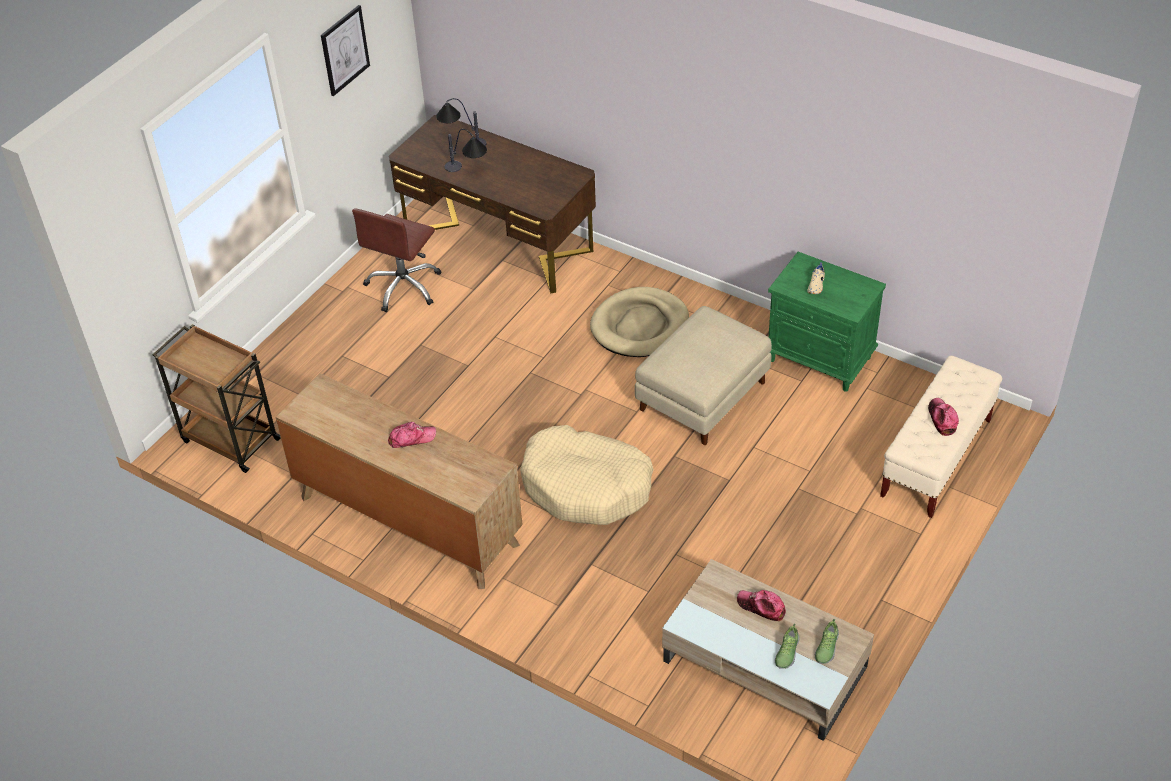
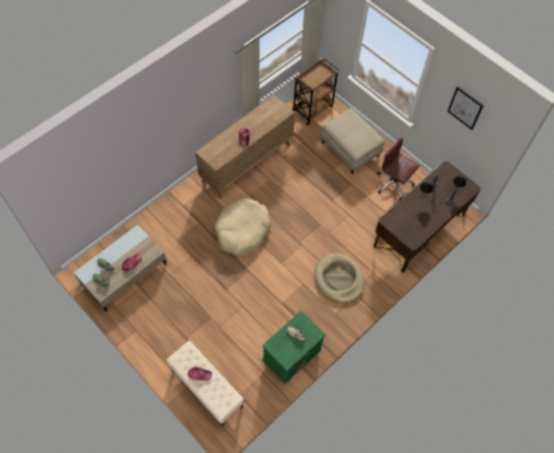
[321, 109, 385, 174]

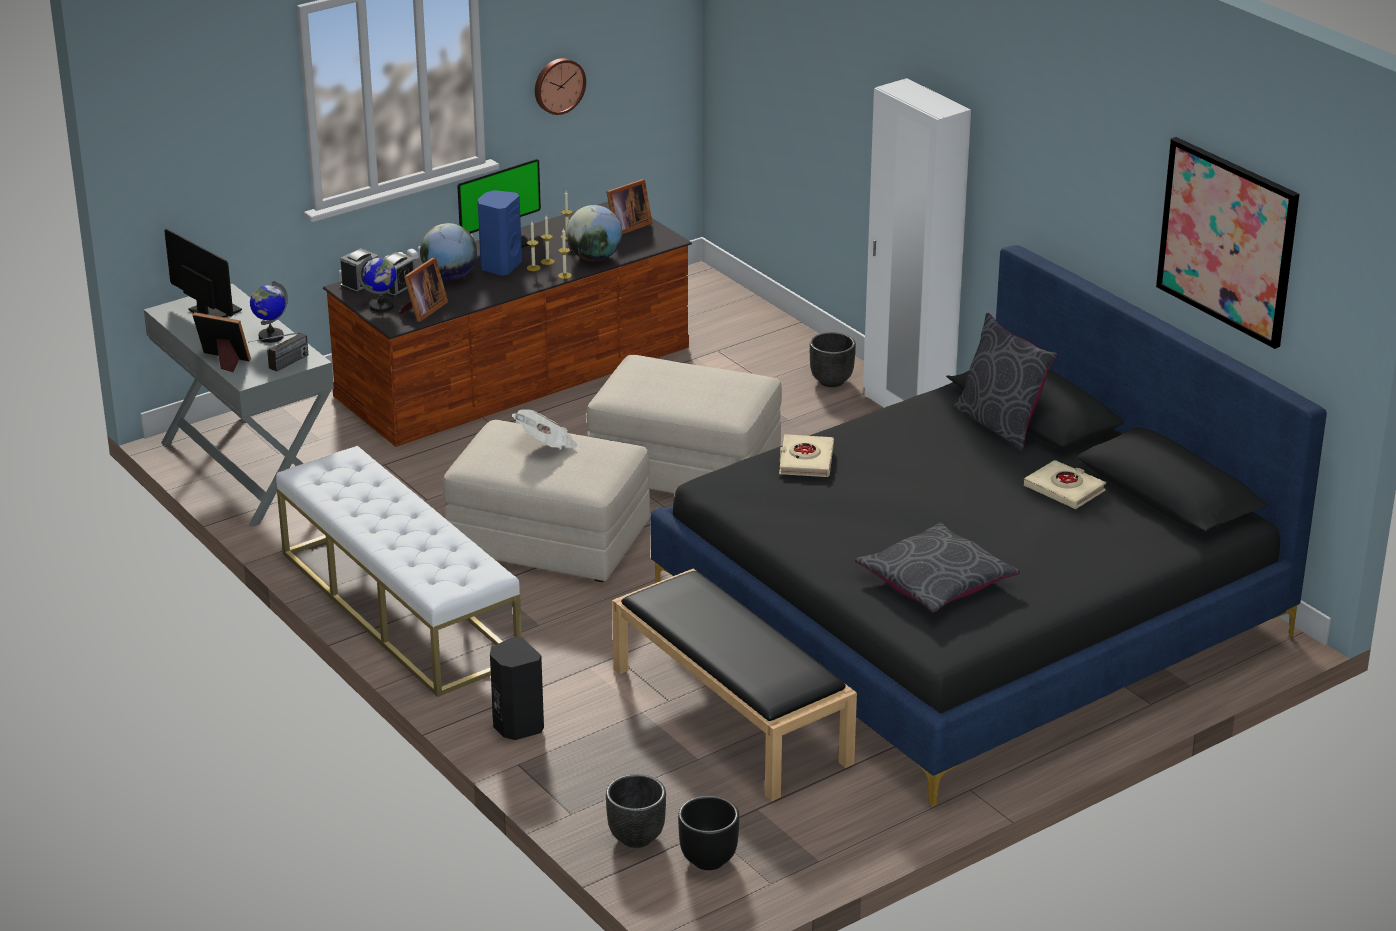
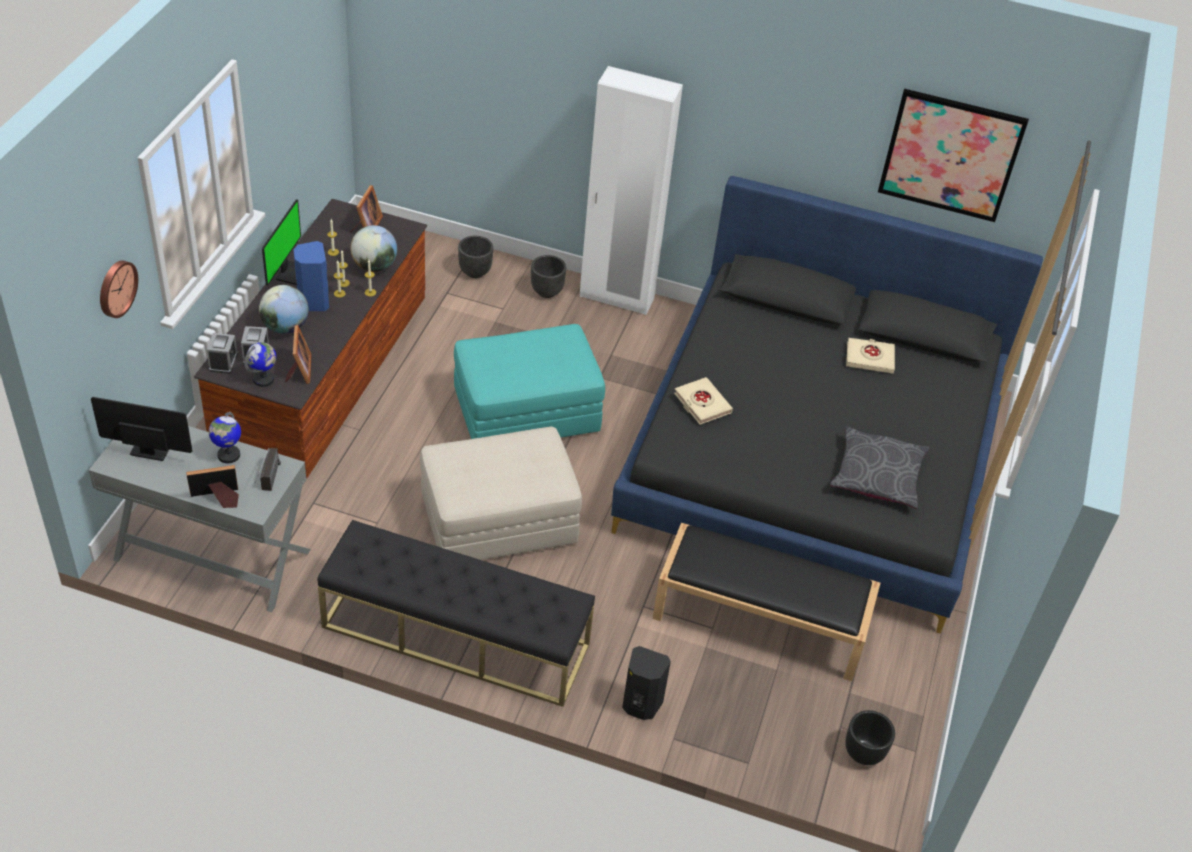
[512, 409, 581, 449] (first image)
[953, 313, 1057, 452] (first image)
[100, 260, 138, 318]
[458, 236, 493, 278]
[317, 520, 595, 707]
[454, 324, 605, 439]

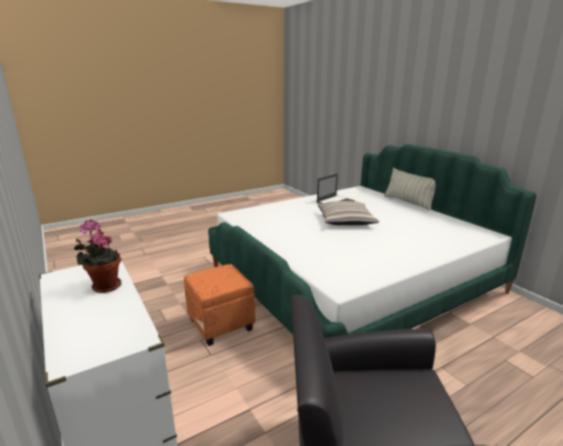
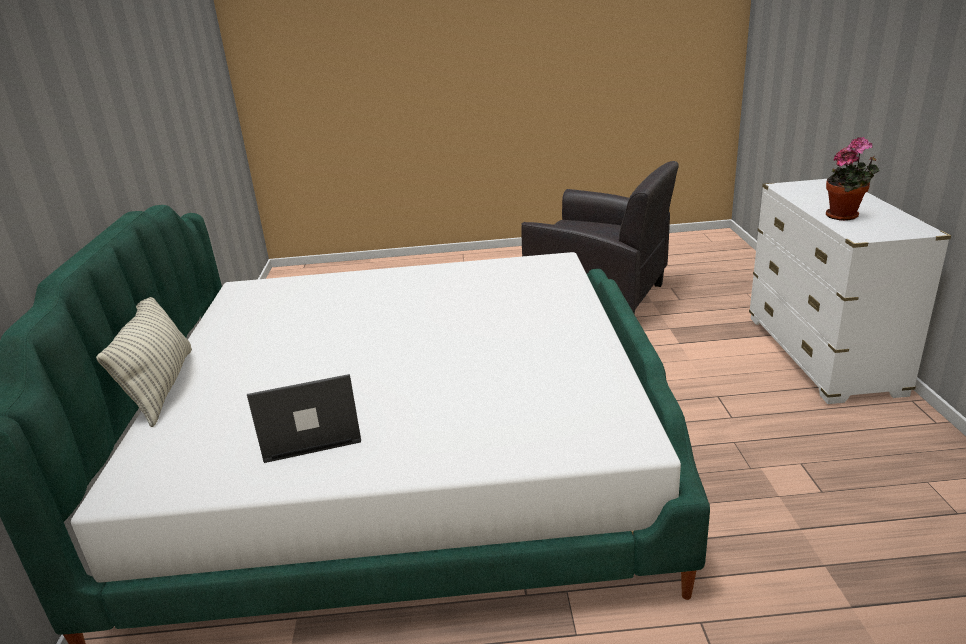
[184, 264, 255, 346] (first image)
[318, 201, 379, 225] (first image)

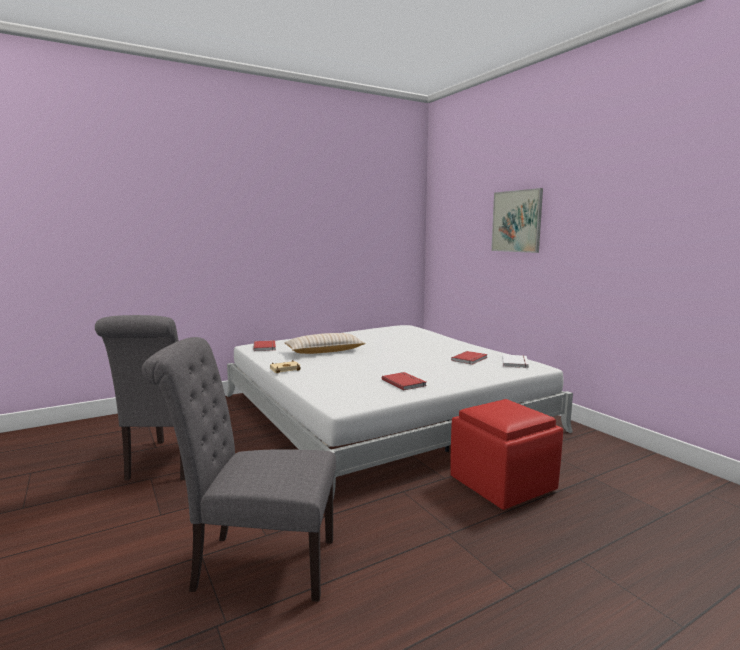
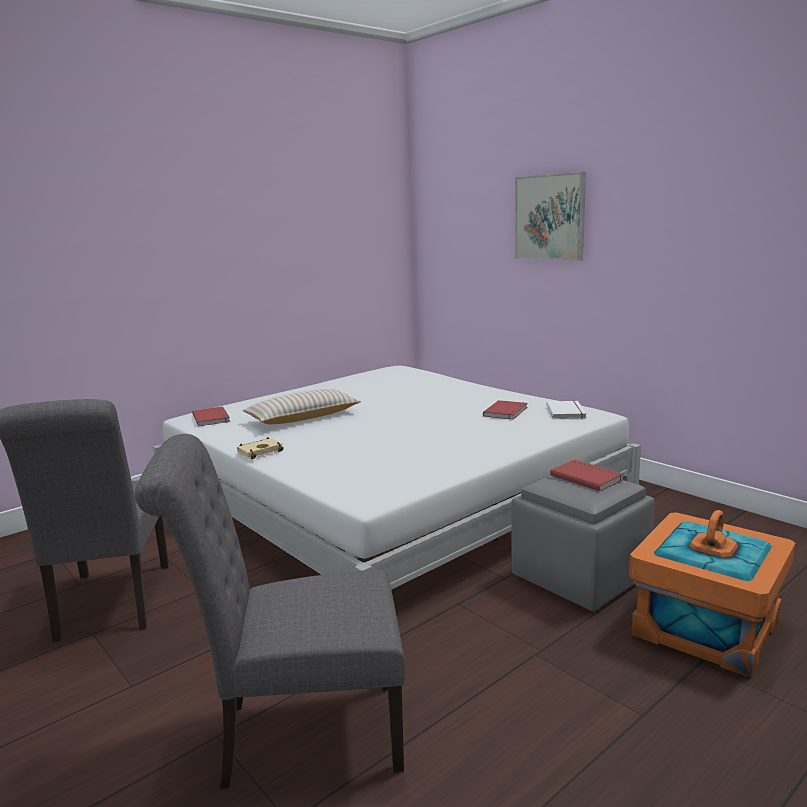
[629, 510, 795, 678]
[550, 459, 624, 491]
[511, 476, 655, 611]

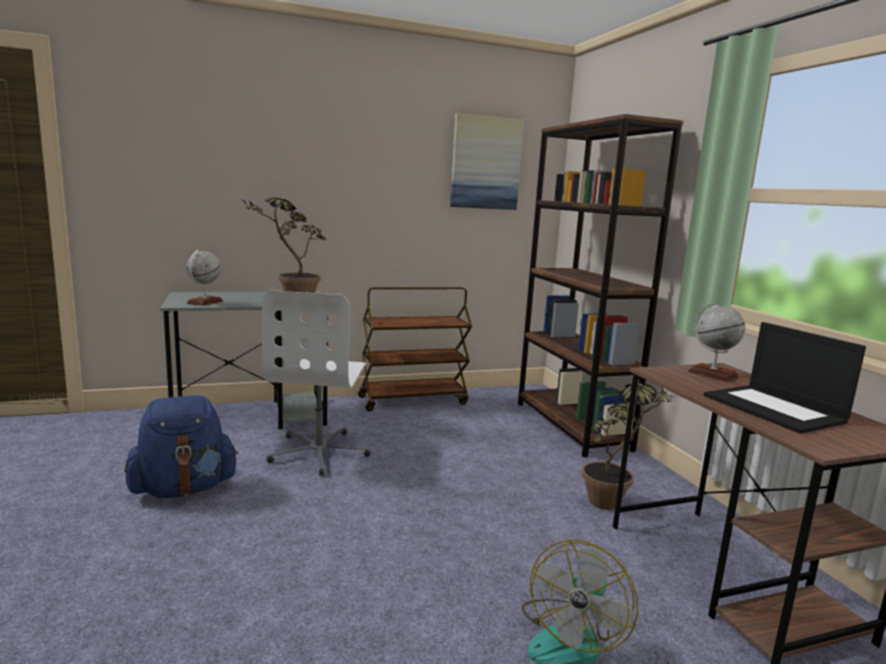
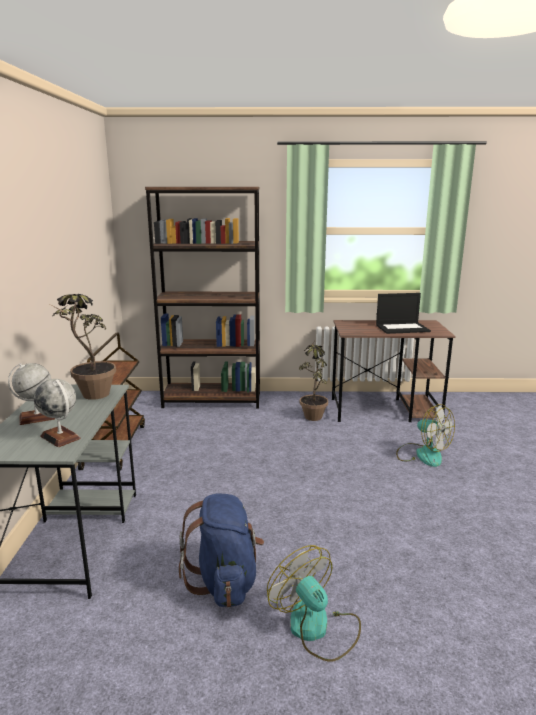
[262, 290, 370, 476] (first image)
[450, 113, 524, 210] (first image)
[267, 545, 361, 662]
[8, 363, 55, 425]

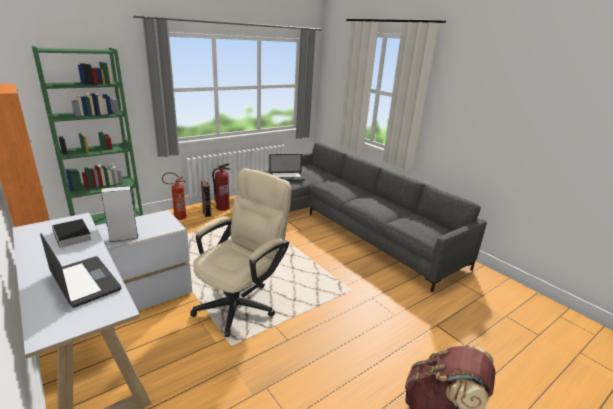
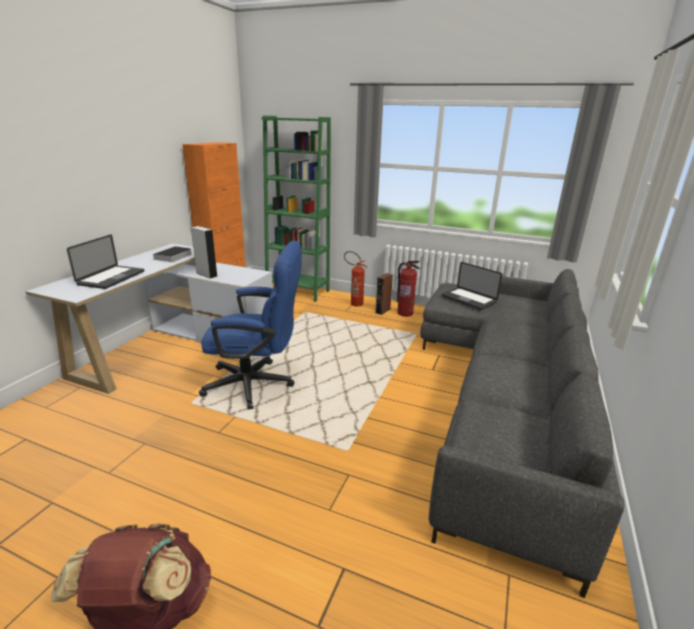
[199, 241, 302, 409]

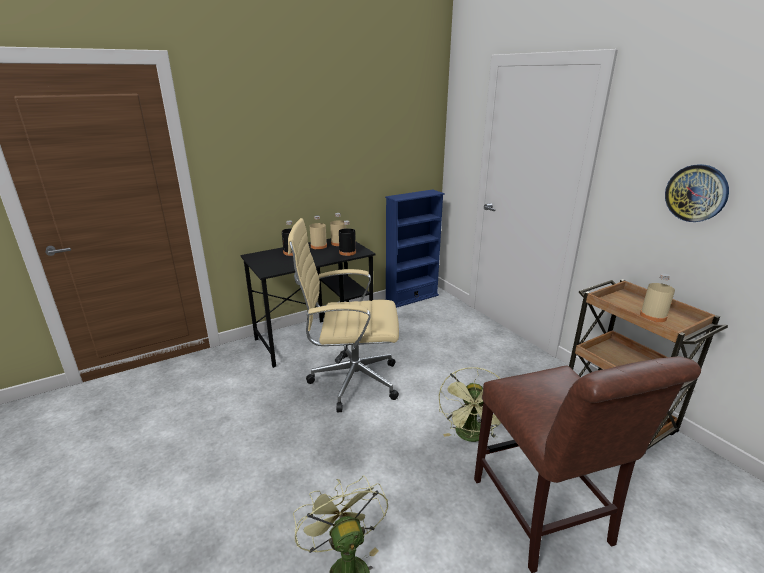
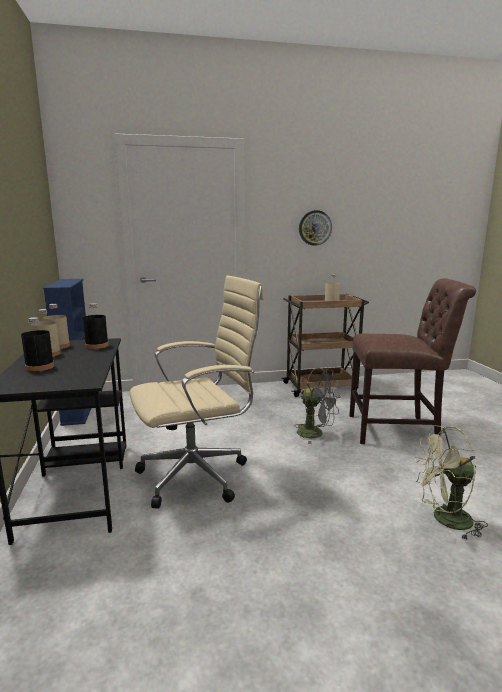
[294, 368, 340, 444]
[129, 275, 264, 509]

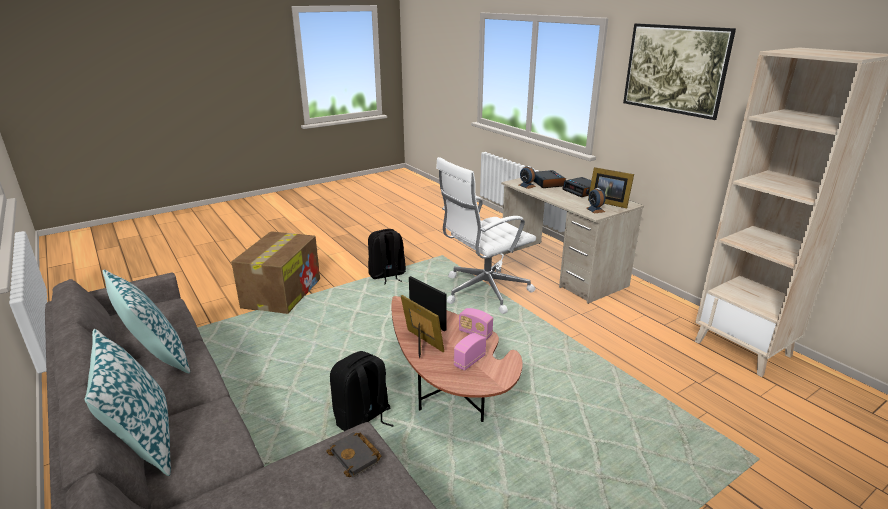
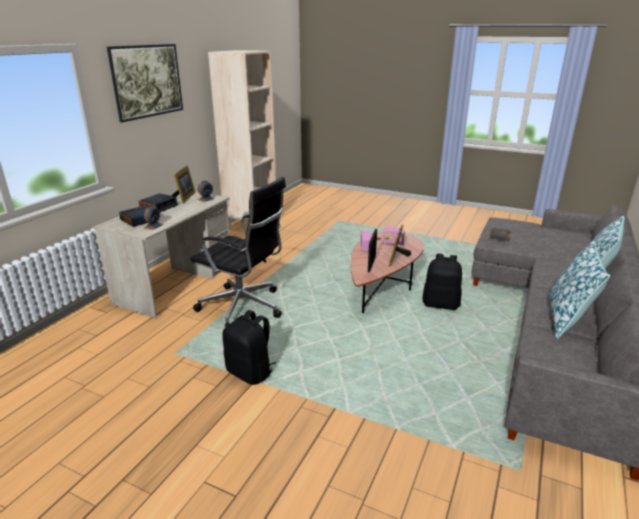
[231, 231, 320, 314] (first image)
[190, 177, 286, 328]

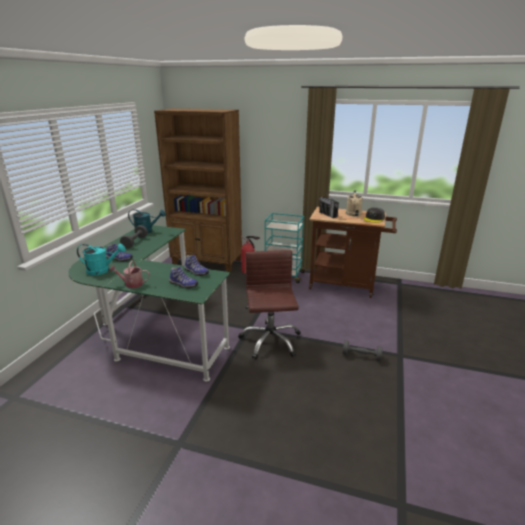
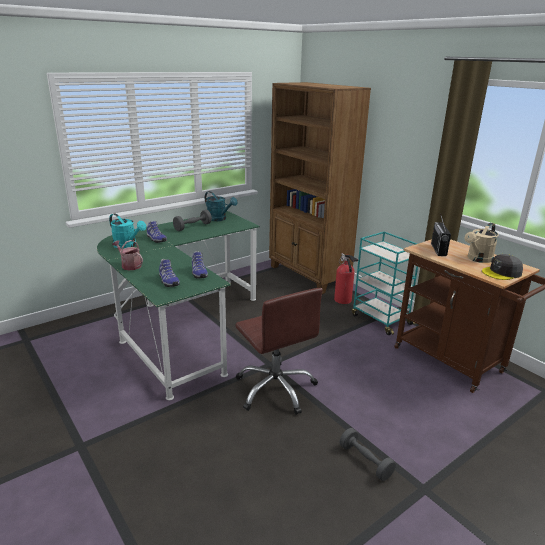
[235, 288, 323, 415]

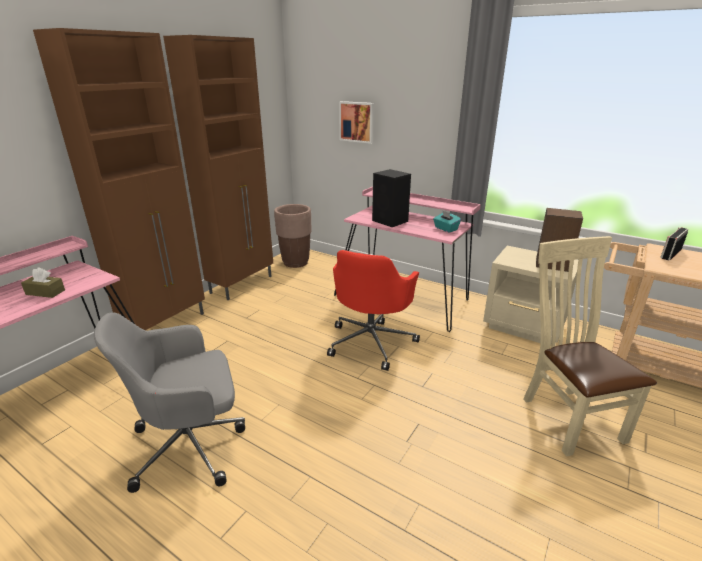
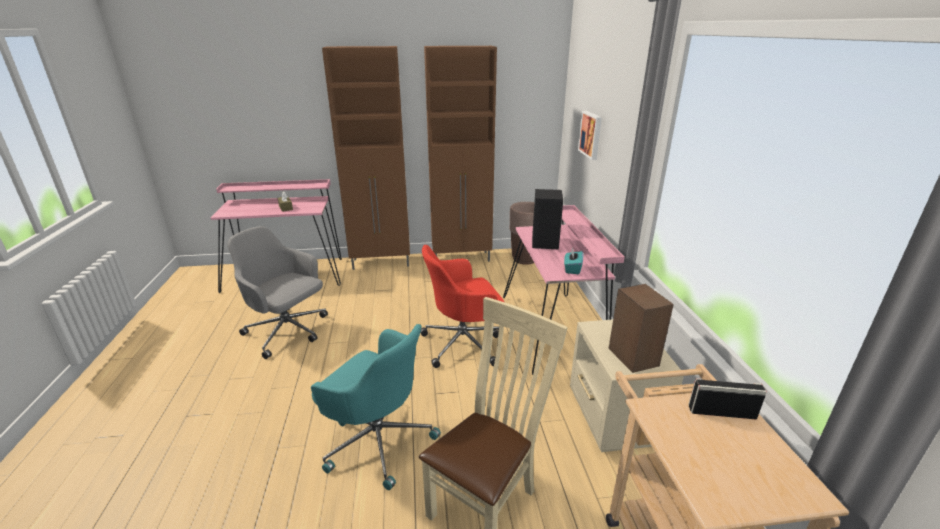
[311, 324, 441, 490]

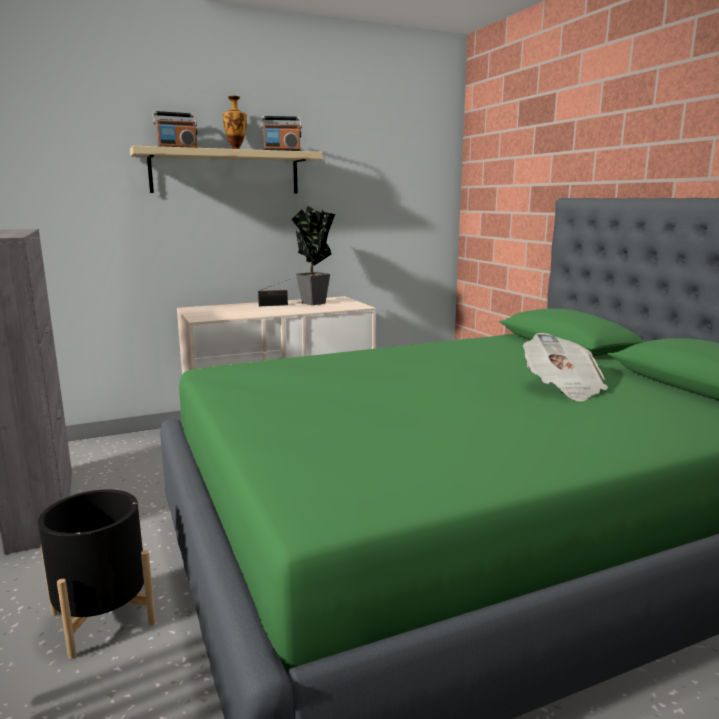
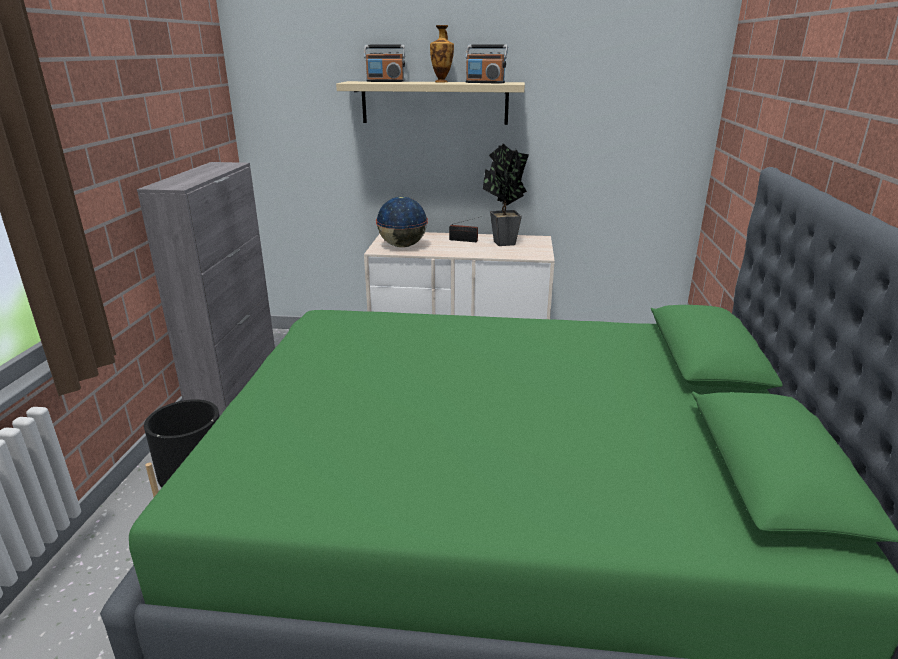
[523, 333, 608, 402] (first image)
[376, 197, 428, 247]

